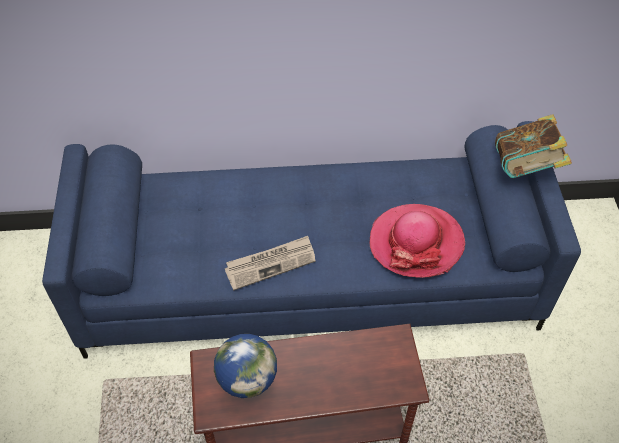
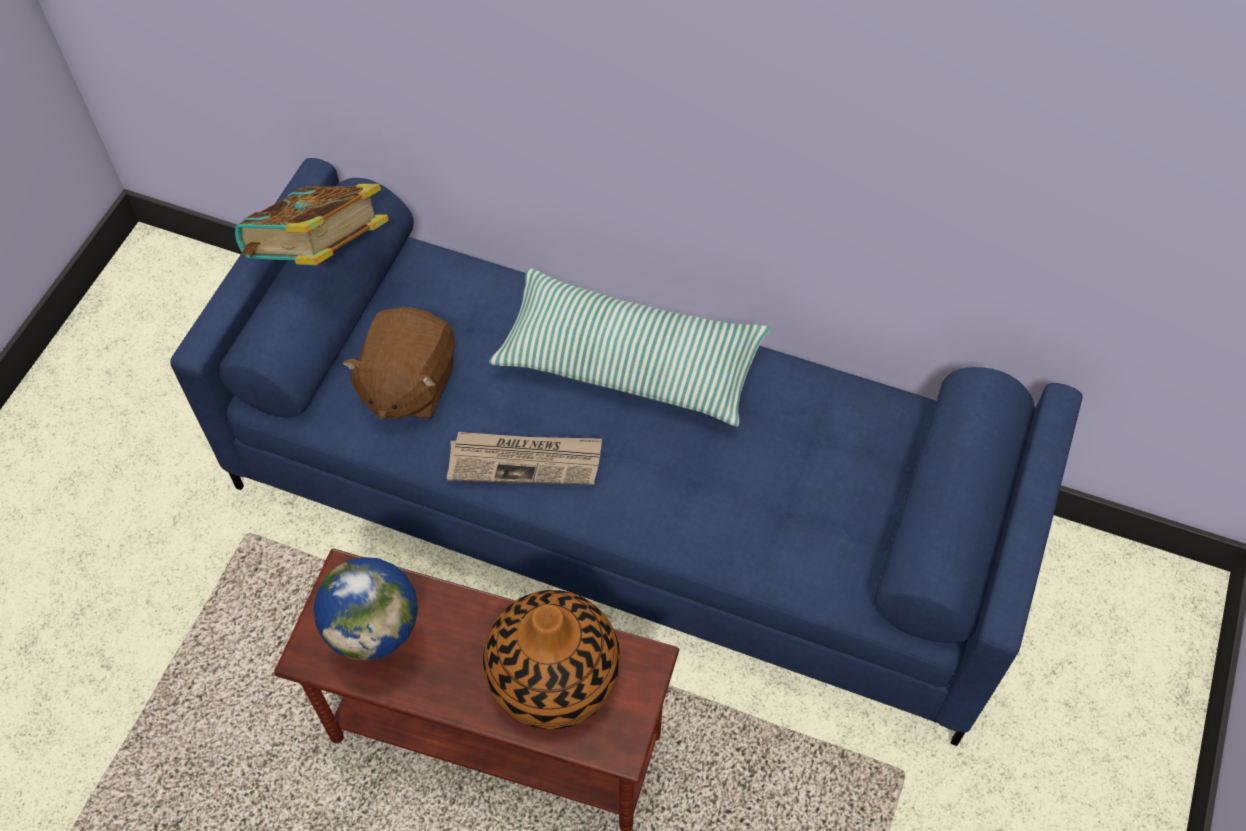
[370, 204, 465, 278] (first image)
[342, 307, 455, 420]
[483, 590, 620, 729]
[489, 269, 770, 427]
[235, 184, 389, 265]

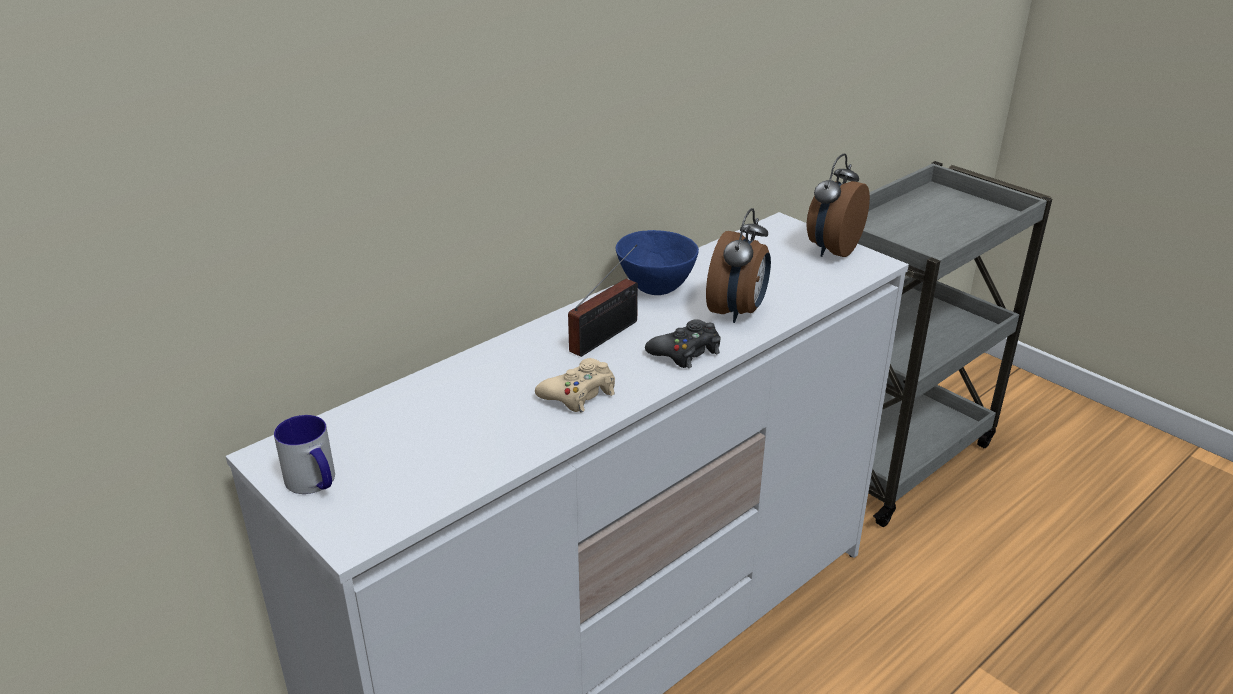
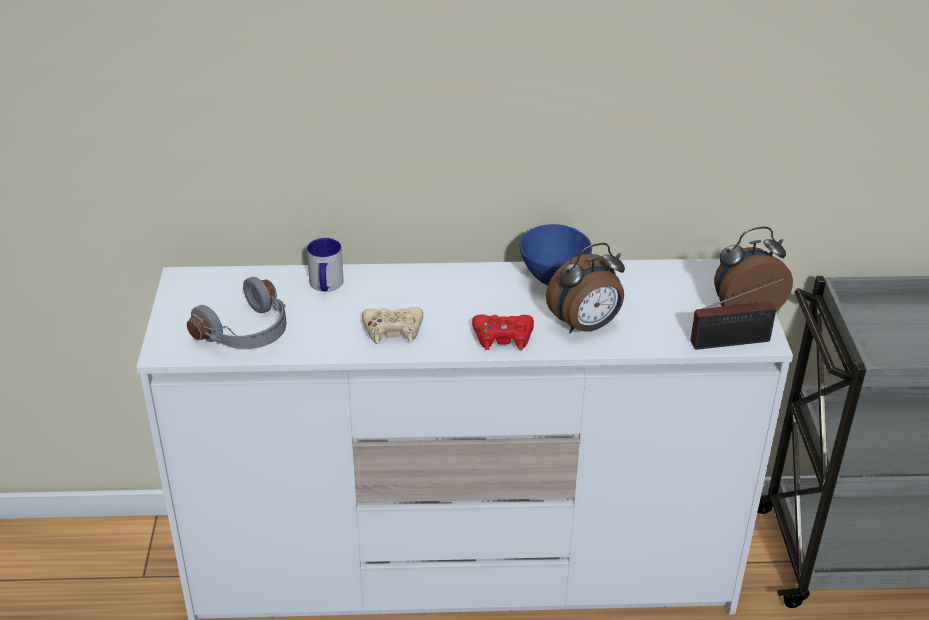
[187, 277, 287, 349]
[307, 238, 344, 292]
[690, 277, 787, 350]
[472, 314, 534, 350]

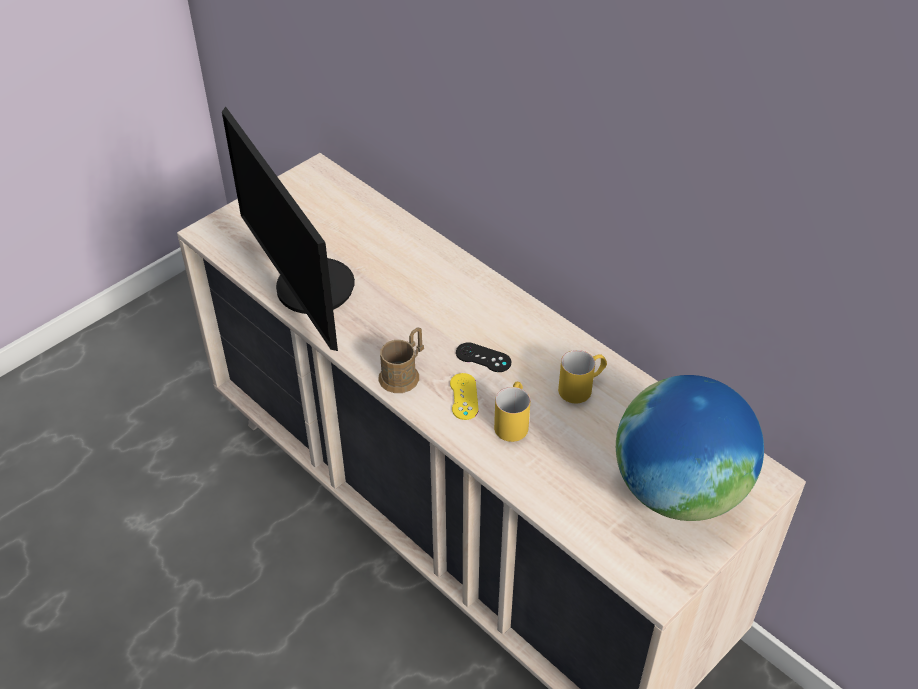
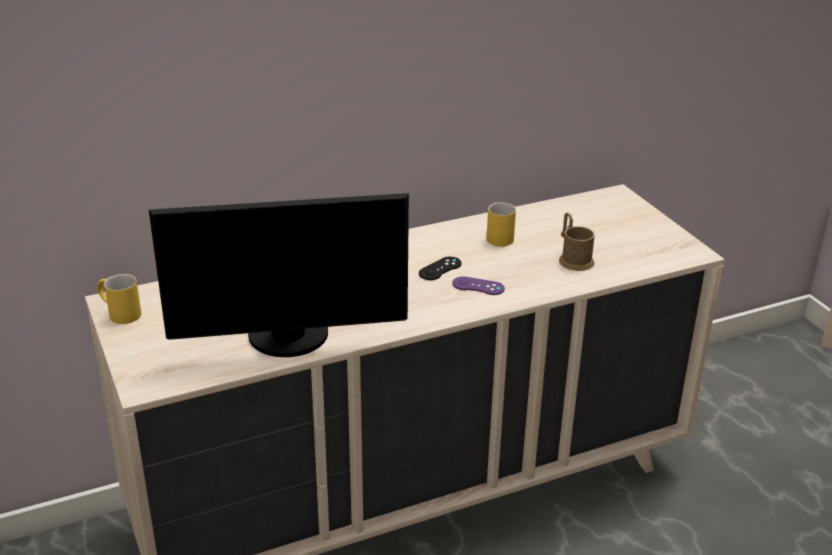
[616, 375, 764, 521] (first image)
[559, 212, 595, 271]
[96, 274, 141, 324]
[452, 276, 505, 295]

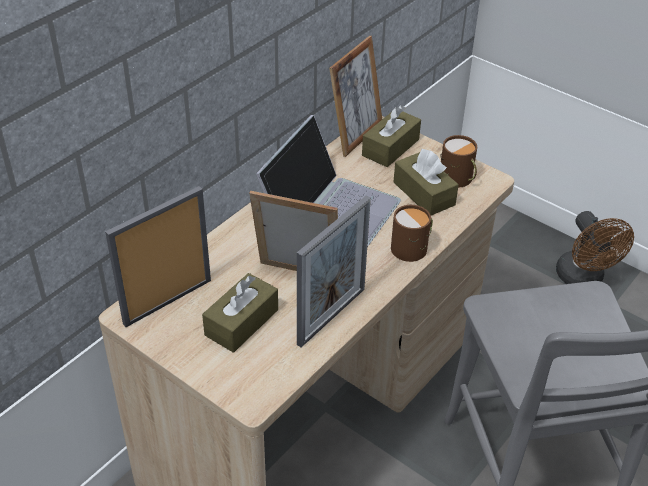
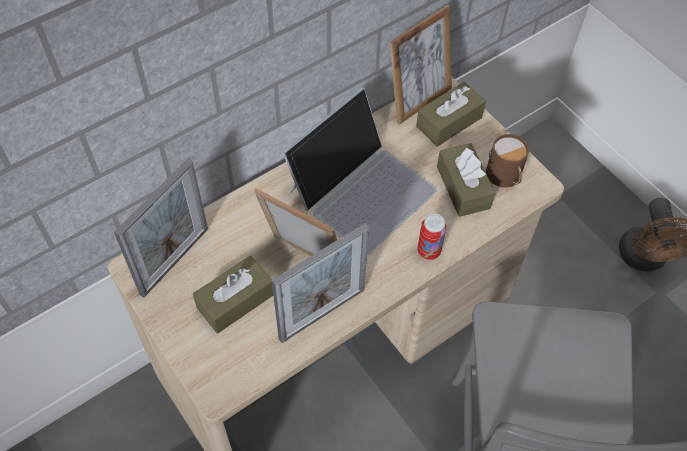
[417, 214, 446, 260]
[114, 158, 208, 298]

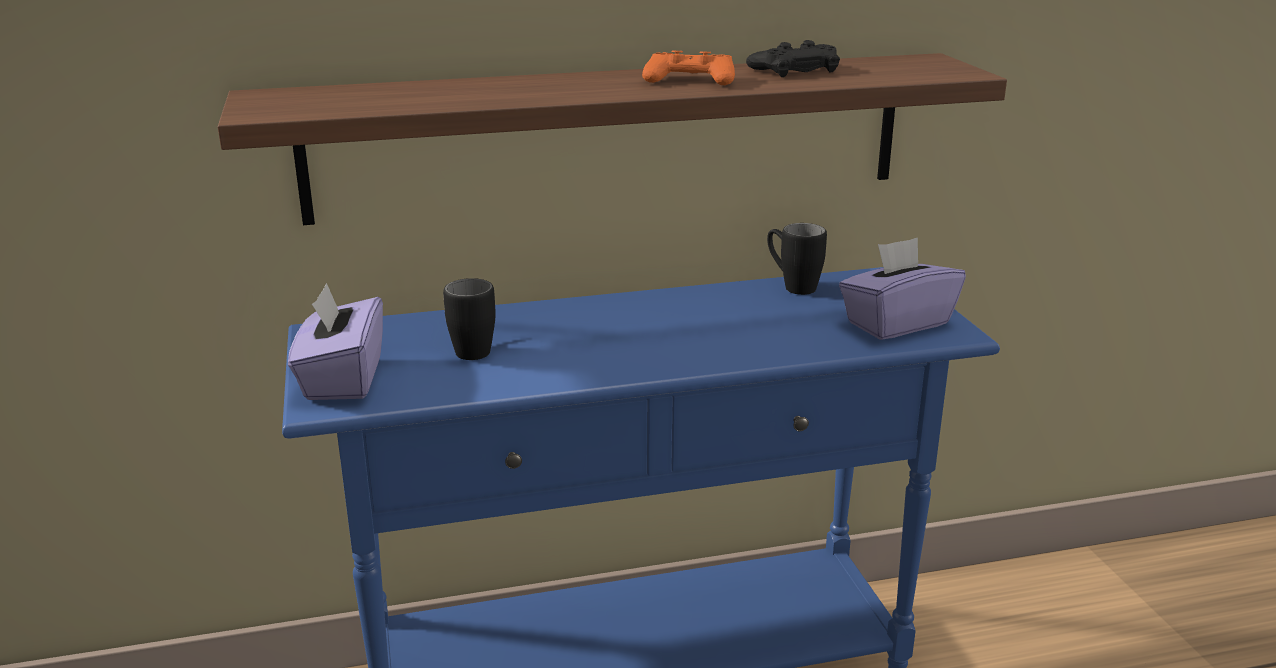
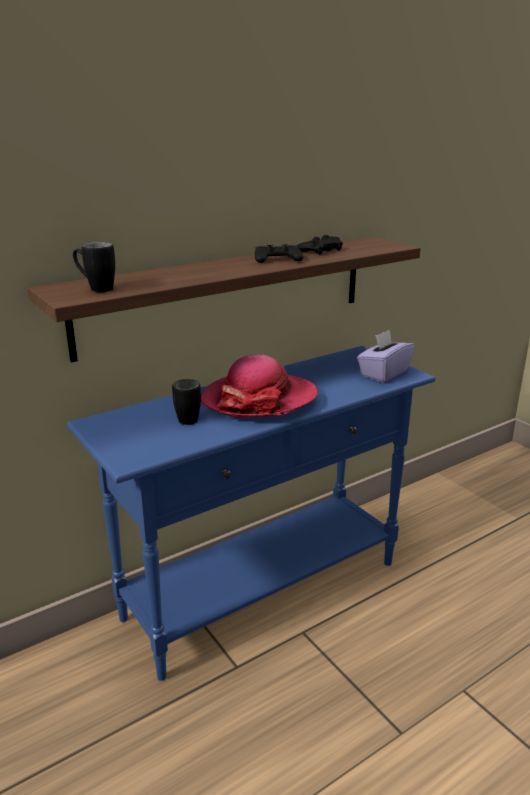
[288, 283, 383, 400] (first image)
[201, 354, 318, 418]
[73, 242, 115, 292]
[255, 244, 304, 263]

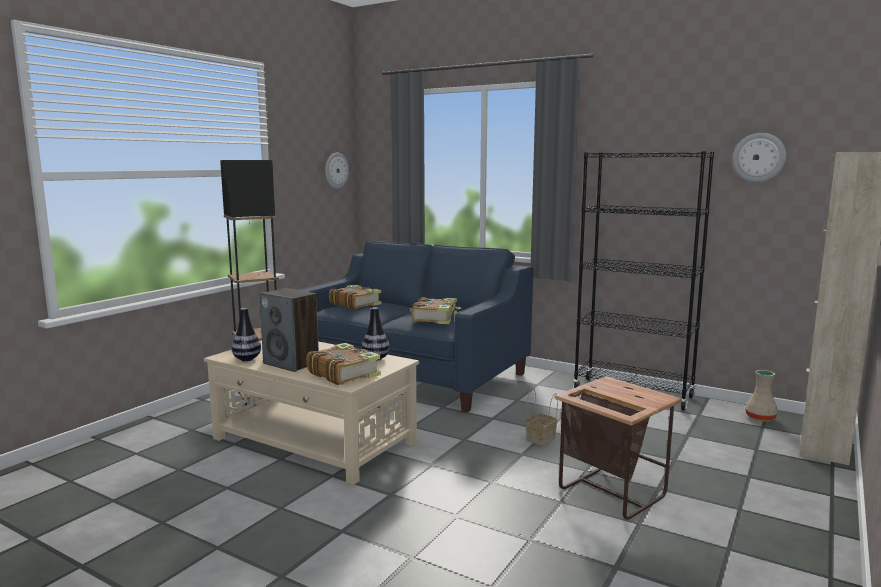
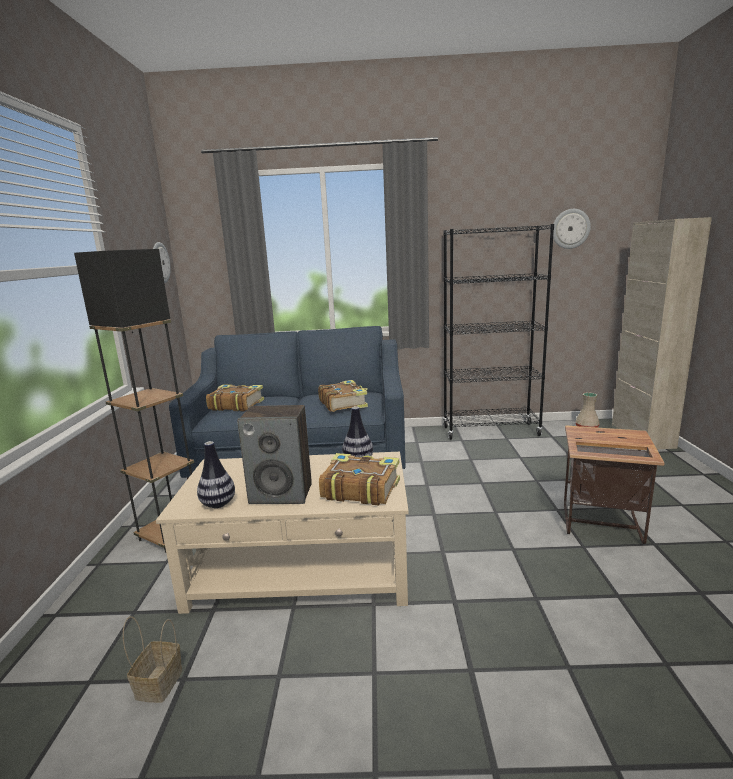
[123, 616, 182, 703]

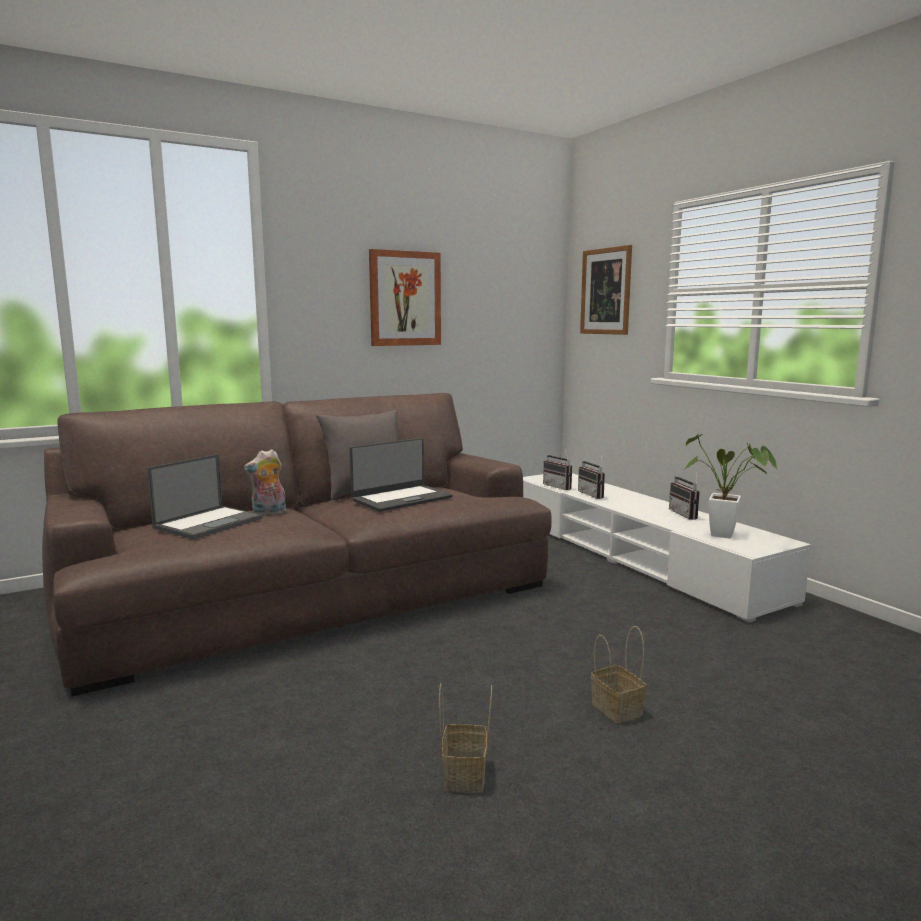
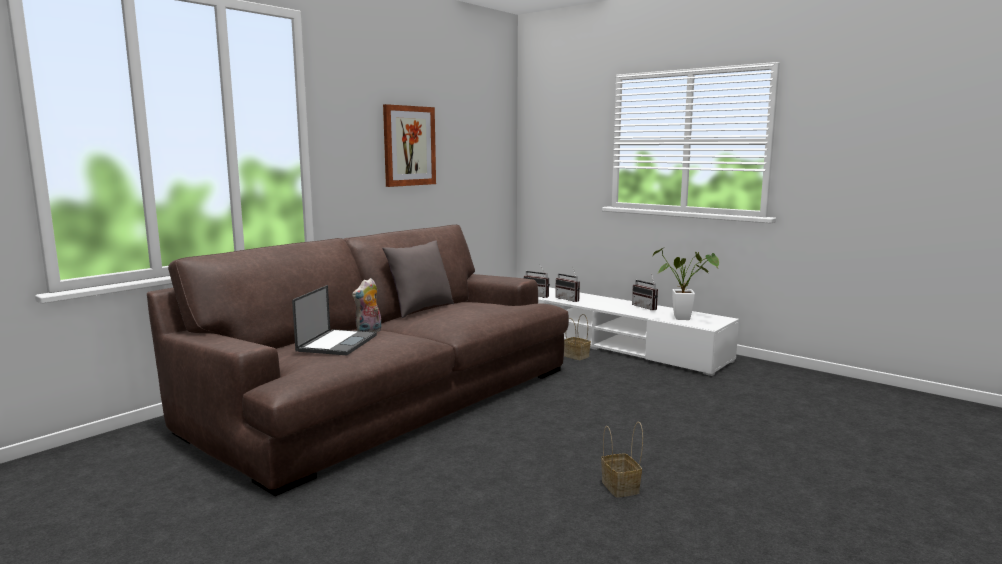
[350, 438, 452, 512] (first image)
[580, 245, 632, 335] (first image)
[564, 314, 591, 360]

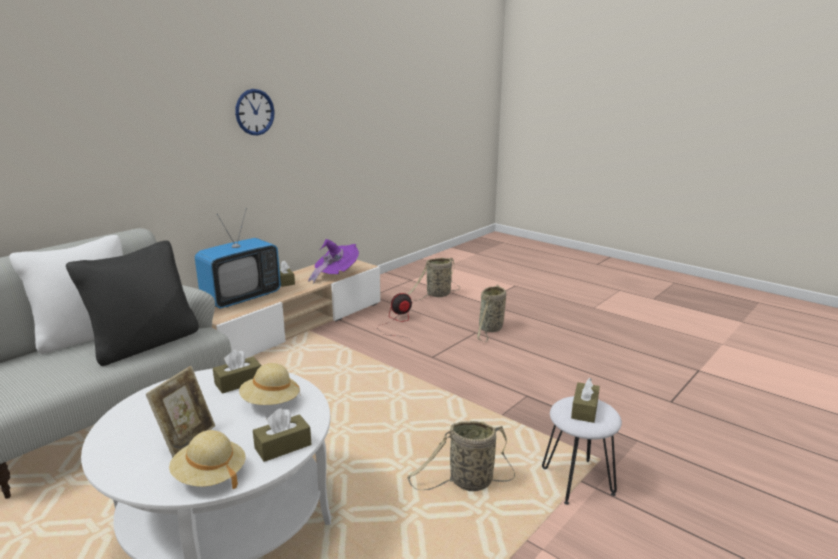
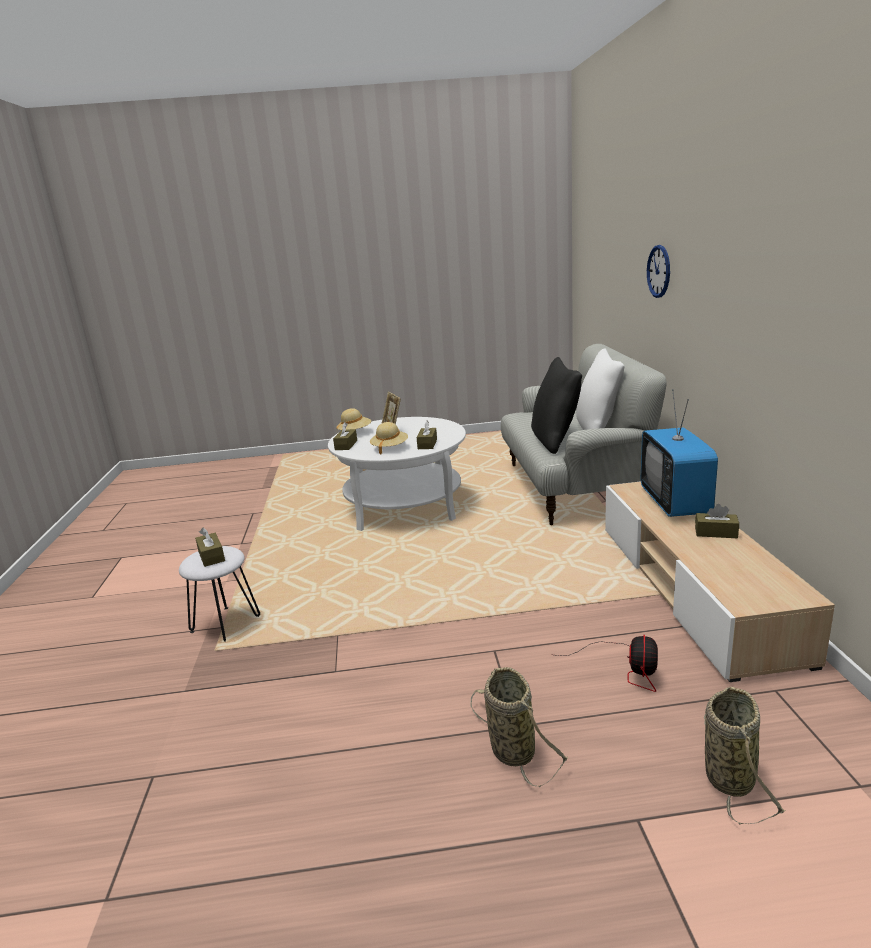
[308, 239, 359, 284] (first image)
[407, 421, 515, 491] (first image)
[647, 245, 670, 298]

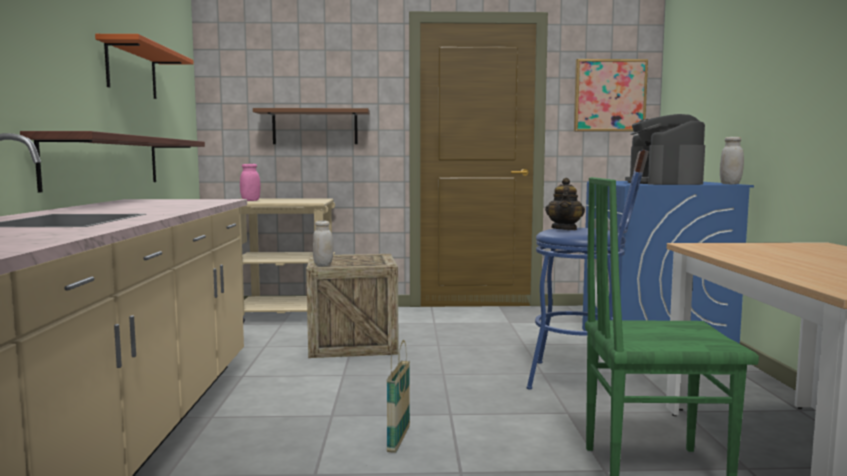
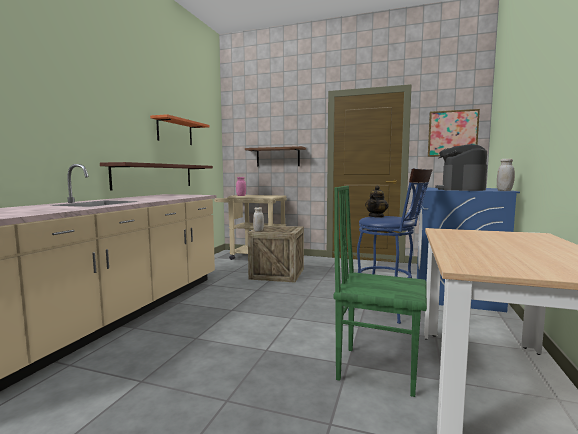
[387, 339, 410, 453] (first image)

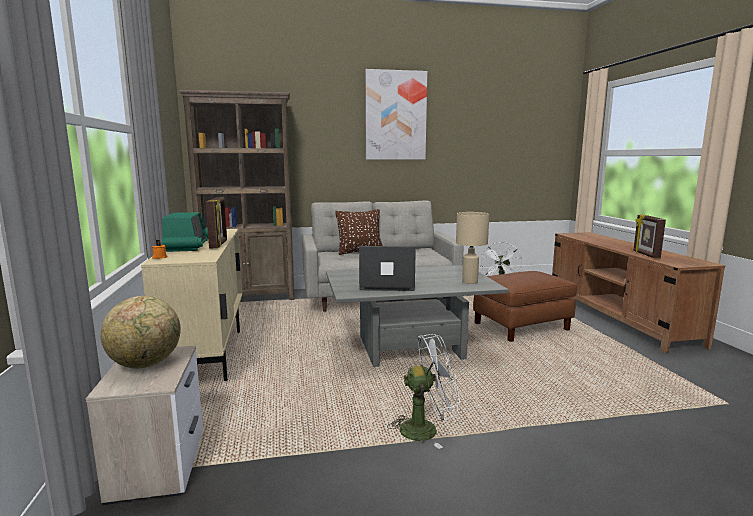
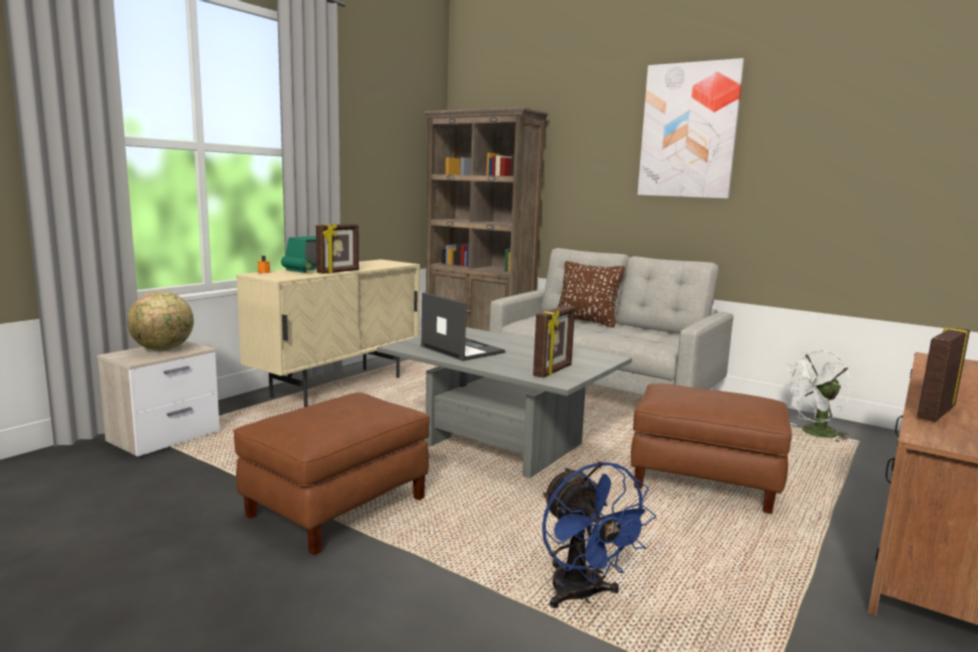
[542, 461, 656, 608]
[233, 392, 429, 555]
[533, 306, 575, 378]

